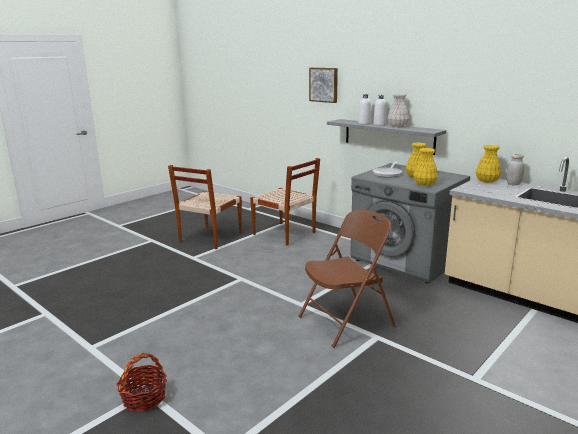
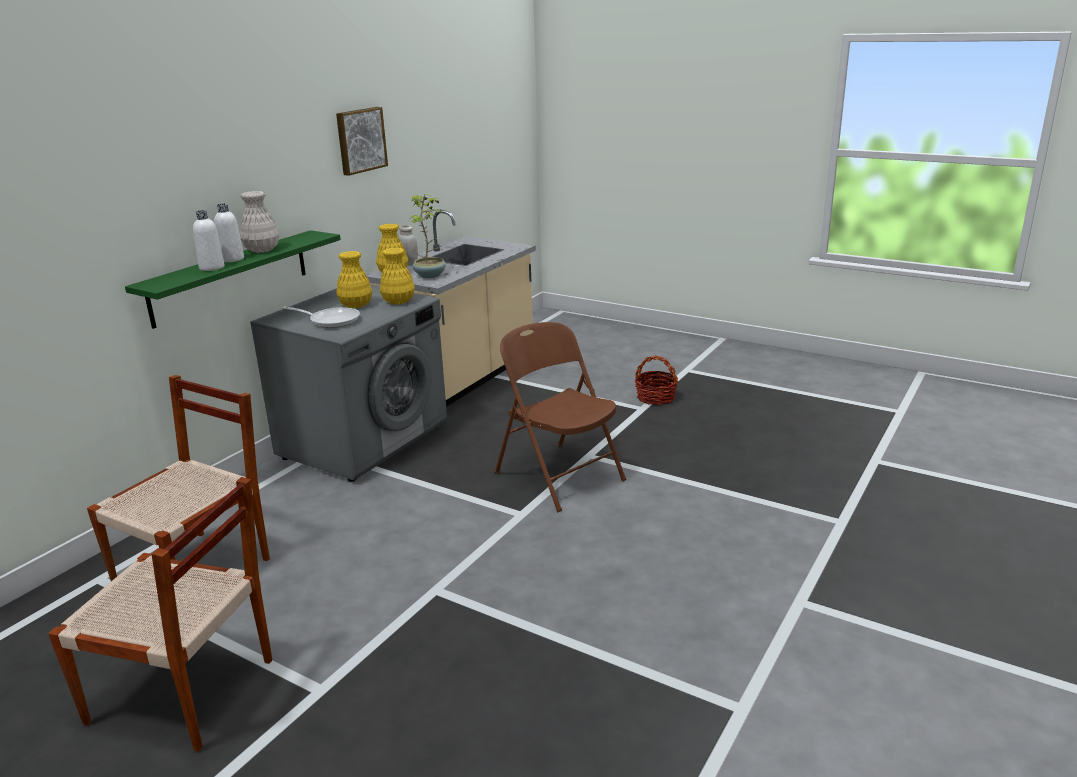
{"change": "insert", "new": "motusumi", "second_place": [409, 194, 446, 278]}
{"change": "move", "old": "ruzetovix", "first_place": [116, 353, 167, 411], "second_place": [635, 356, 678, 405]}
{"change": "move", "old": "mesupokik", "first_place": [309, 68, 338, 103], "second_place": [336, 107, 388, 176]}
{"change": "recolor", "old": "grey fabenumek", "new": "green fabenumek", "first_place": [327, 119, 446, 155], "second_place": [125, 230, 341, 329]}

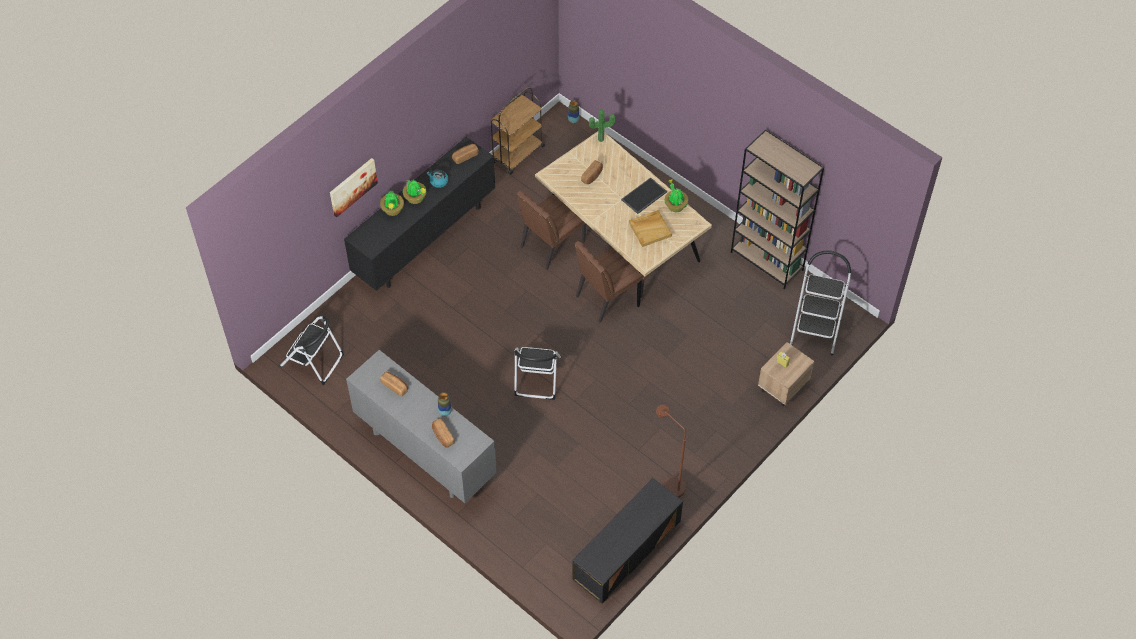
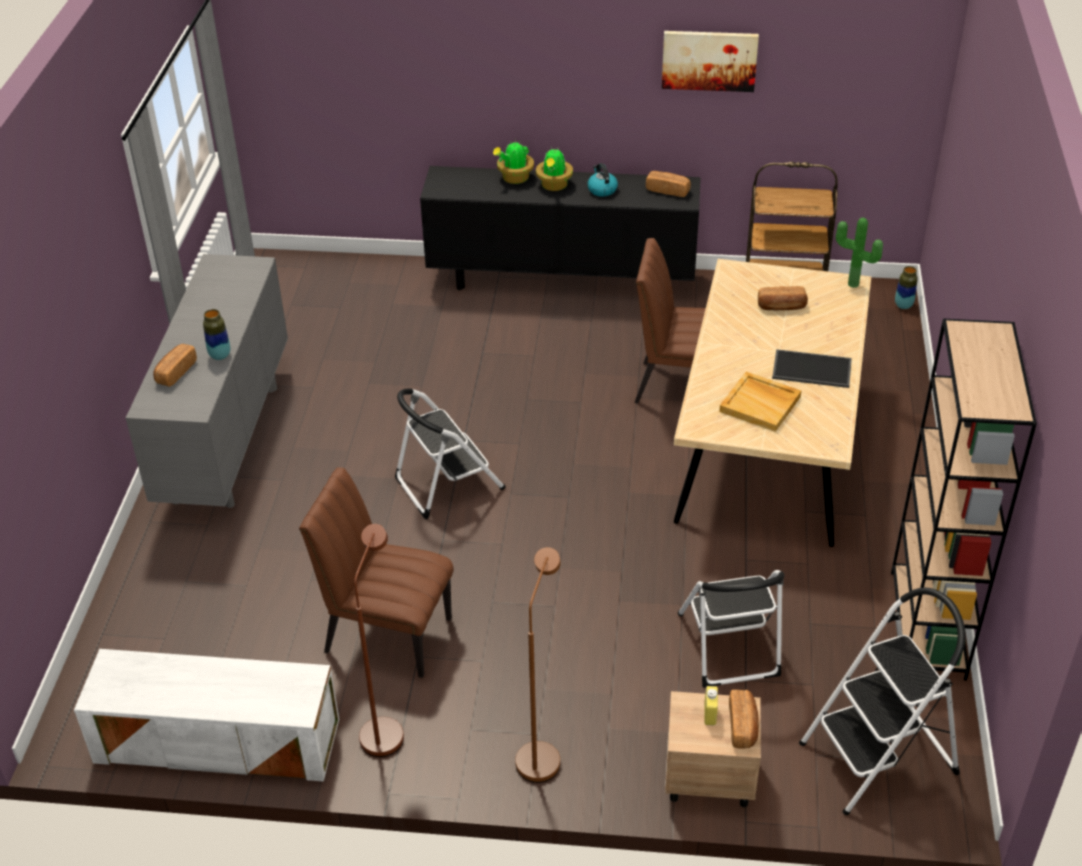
{"change": "delete", "old": "motusumi", "first_place": [665, 179, 688, 212]}
{"change": "insert", "new": "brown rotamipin", "second_place": [515, 547, 561, 783]}
{"change": "move", "old": "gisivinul", "first_place": [280, 316, 344, 385], "second_place": [678, 570, 785, 688]}
{"change": "move", "old": "mesupokik", "first_place": [330, 158, 378, 217], "second_place": [662, 31, 759, 92]}
{"change": "move", "old": "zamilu", "first_place": [380, 372, 408, 396], "second_place": [729, 690, 759, 749]}
{"change": "move", "old": "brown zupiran", "first_place": [574, 241, 646, 323], "second_place": [299, 467, 454, 678]}
{"change": "recolor", "old": "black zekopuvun", "new": "white zekopuvun", "first_place": [572, 478, 683, 604], "second_place": [74, 649, 339, 782]}

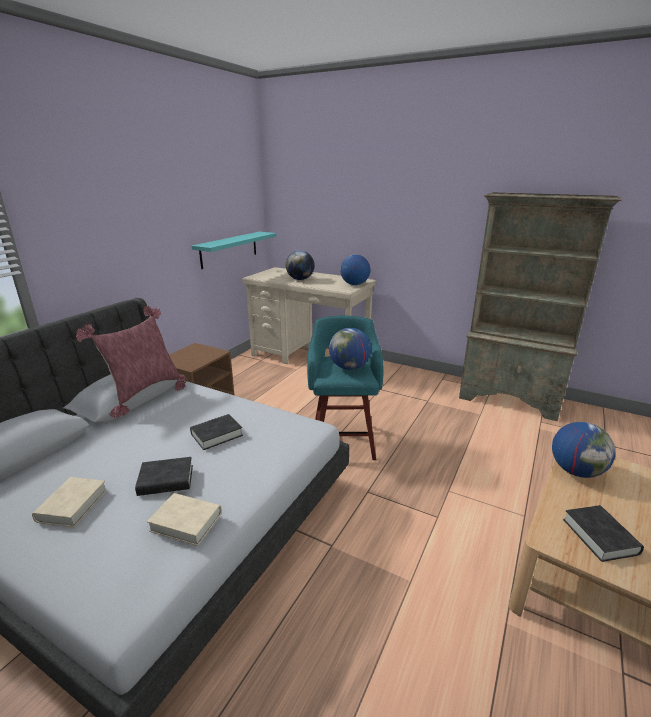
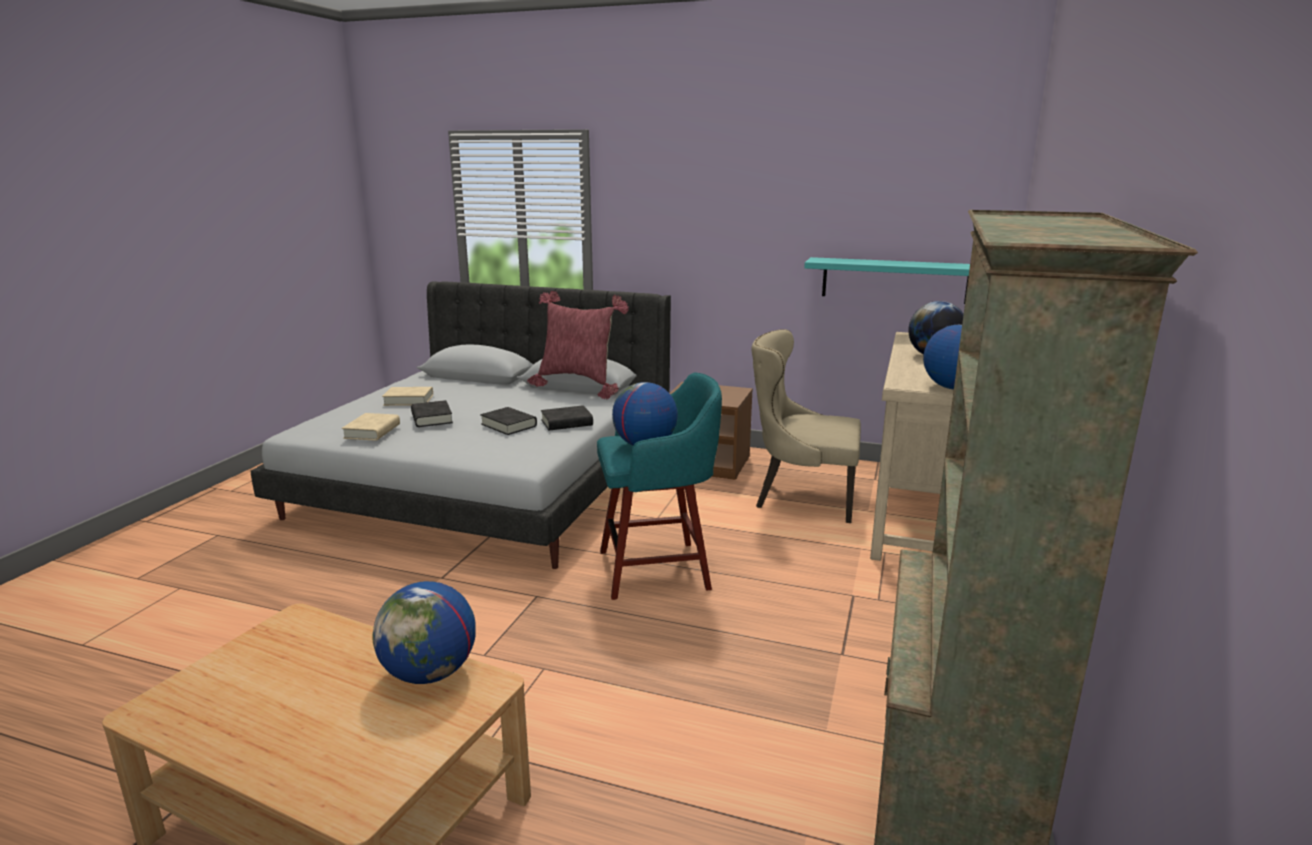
{"change": "insert", "new": "beige zupiran", "second_place": [752, 329, 861, 523]}
{"change": "move", "old": "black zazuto", "first_place": [563, 505, 644, 562], "second_place": [541, 405, 593, 431]}

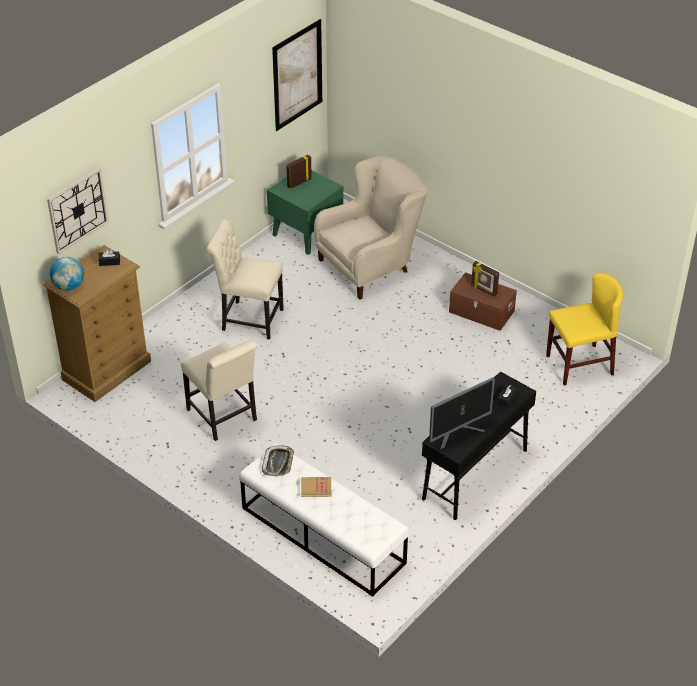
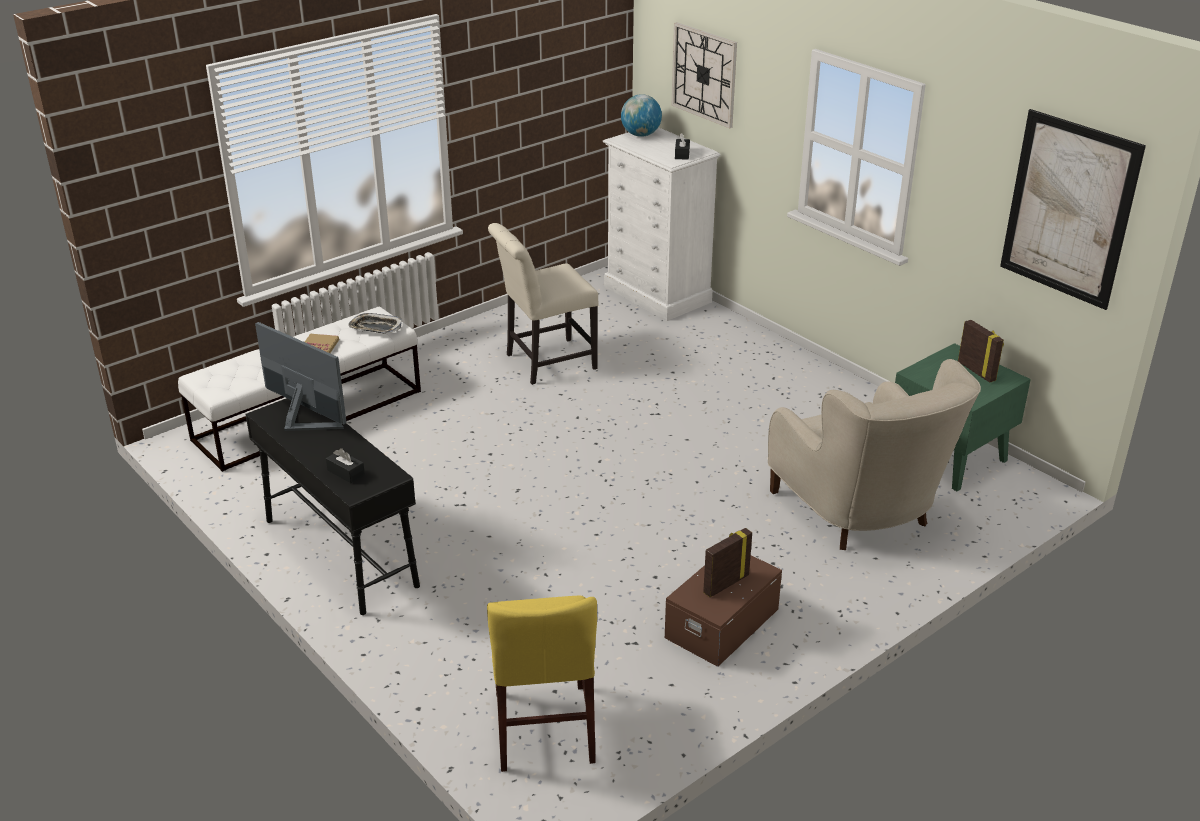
{"change": "delete", "old": "beige zupiran", "first_place": [207, 220, 284, 340]}
{"change": "recolor", "old": "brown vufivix", "new": "white vufivix", "first_place": [43, 245, 151, 402], "second_place": [603, 127, 720, 321]}
{"change": "rotate", "old": "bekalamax", "first_place": [429, 377, 495, 449], "second_place": [255, 322, 347, 431], "degrees": 150}

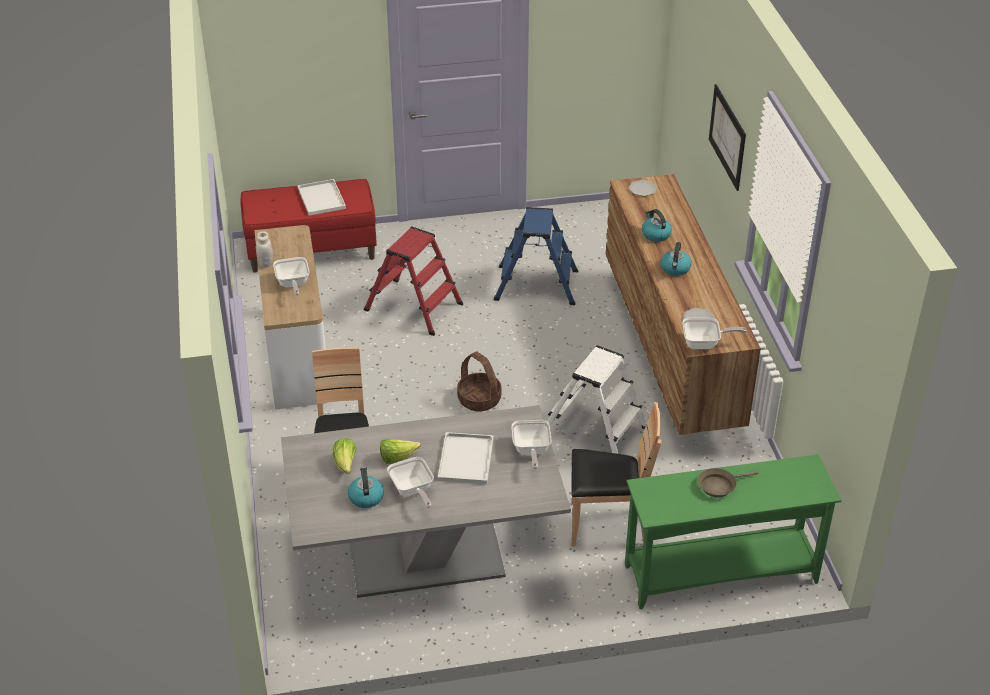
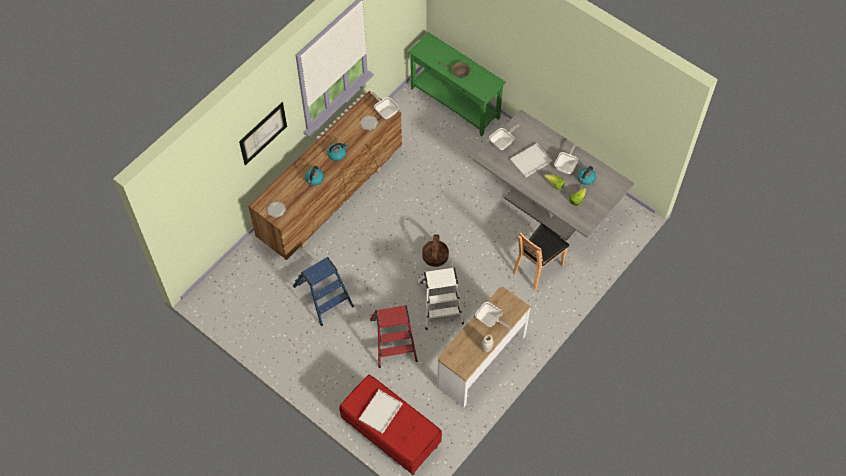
{"change": "delete", "old": "brown zupiran", "first_place": [571, 402, 662, 546]}
{"change": "move", "old": "white gisivinul", "first_place": [547, 345, 647, 454], "second_place": [417, 267, 464, 330]}
{"change": "rotate", "old": "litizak", "first_place": [273, 257, 309, 295], "second_place": [475, 302, 512, 330], "degrees": 90}

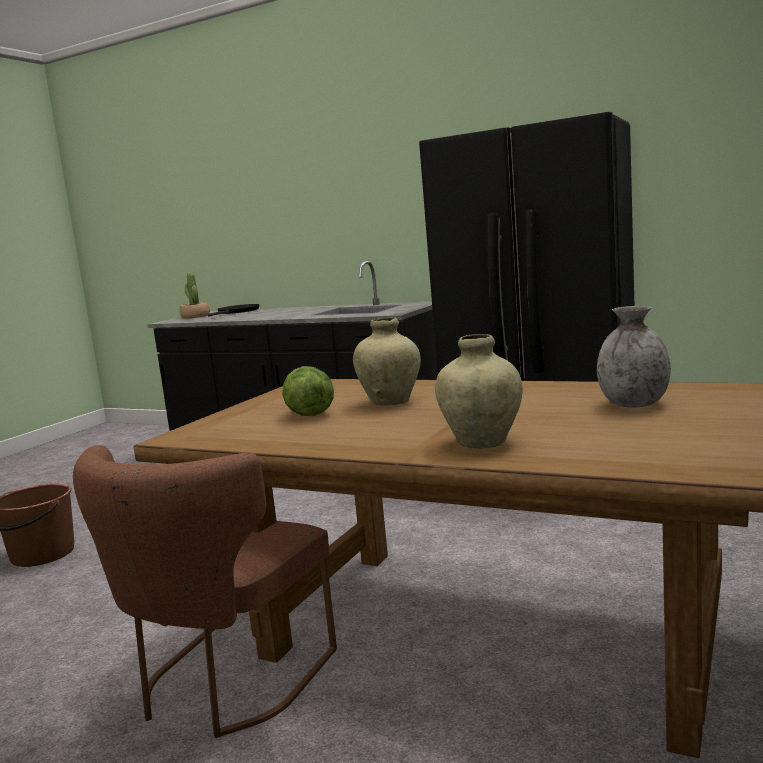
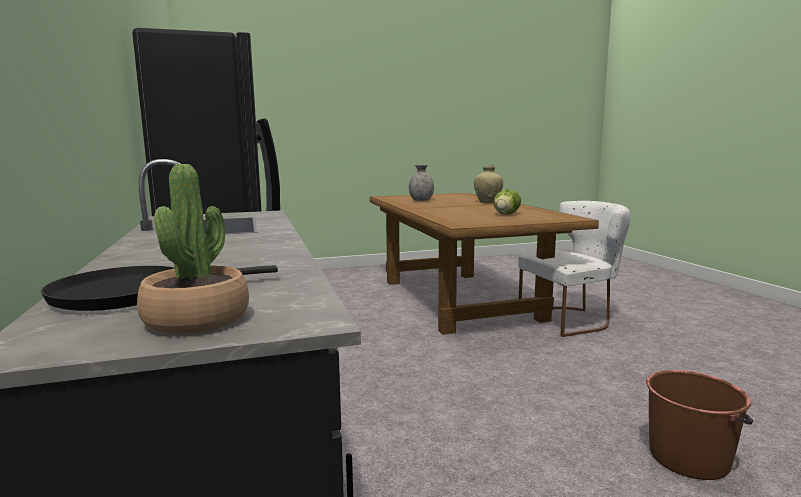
{"change": "delete", "old": "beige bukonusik", "first_place": [353, 317, 421, 406]}
{"change": "recolor", "old": "brown zupiran", "new": "white zupiran", "first_place": [73, 445, 337, 738], "second_place": [518, 201, 630, 337]}

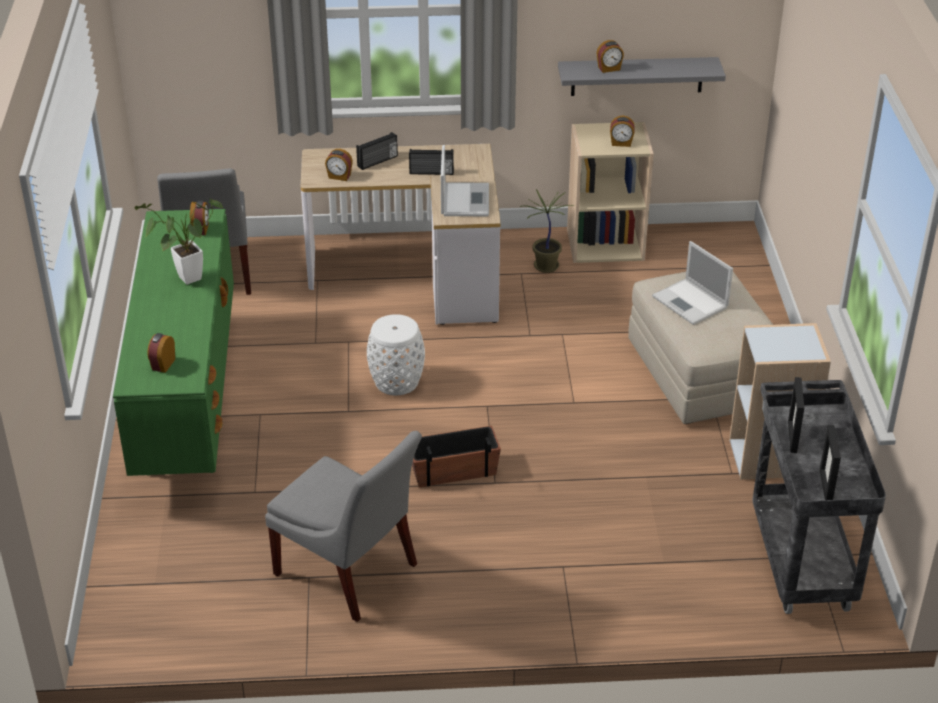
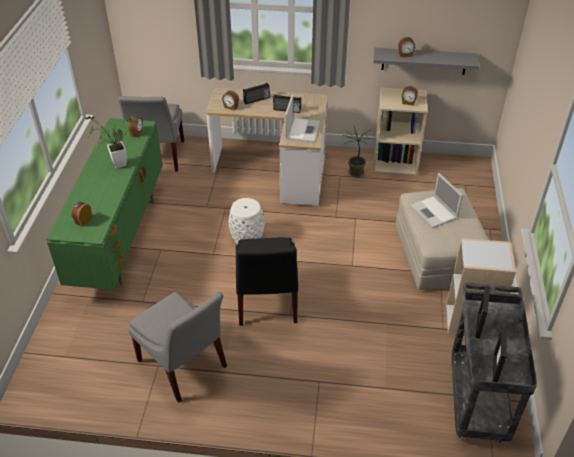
{"change": "replace", "old": "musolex", "new": "black zupiran", "first_place": [412, 426, 501, 487], "second_place": [236, 238, 298, 326]}

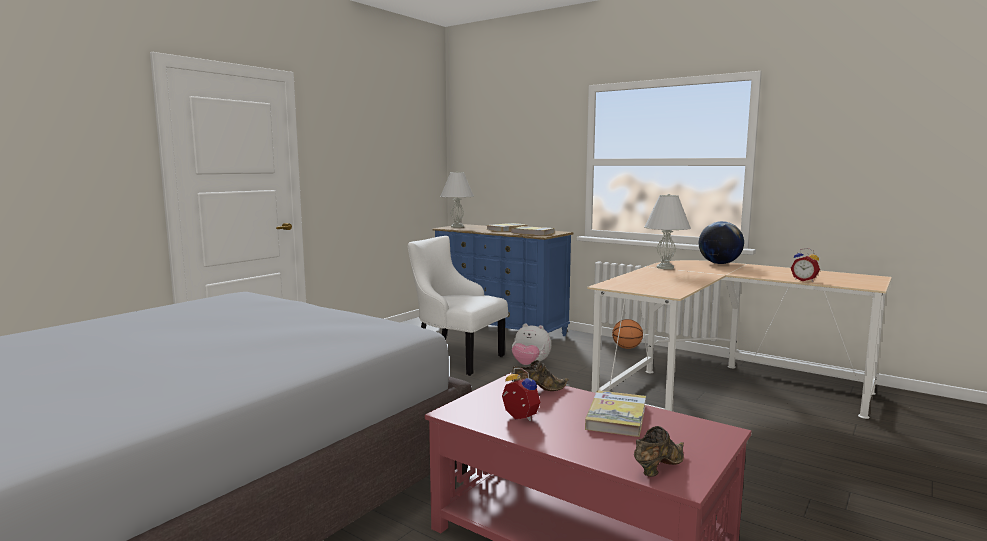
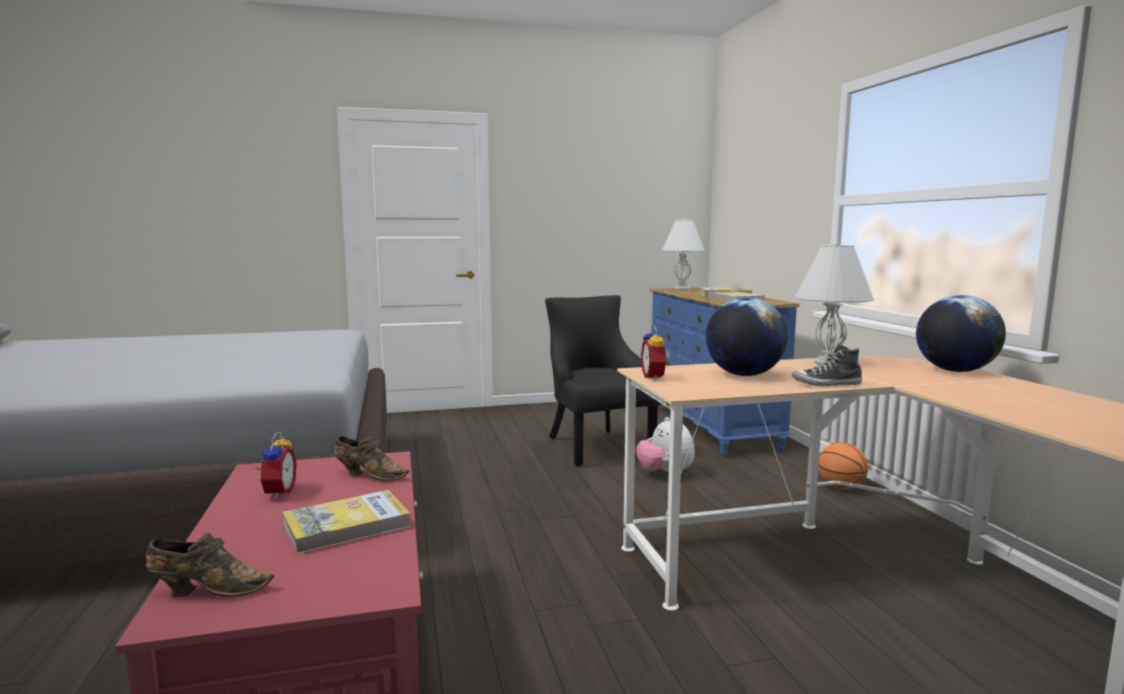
{"change": "insert", "new": "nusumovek", "second_place": [706, 297, 788, 376]}
{"change": "insert", "new": "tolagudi", "second_place": [792, 343, 862, 386]}
{"change": "move", "old": "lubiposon", "first_place": [791, 248, 820, 282], "second_place": [641, 325, 670, 381]}
{"change": "recolor", "old": "white zupiran", "new": "black zupiran", "first_place": [408, 236, 508, 376], "second_place": [545, 295, 661, 467]}

